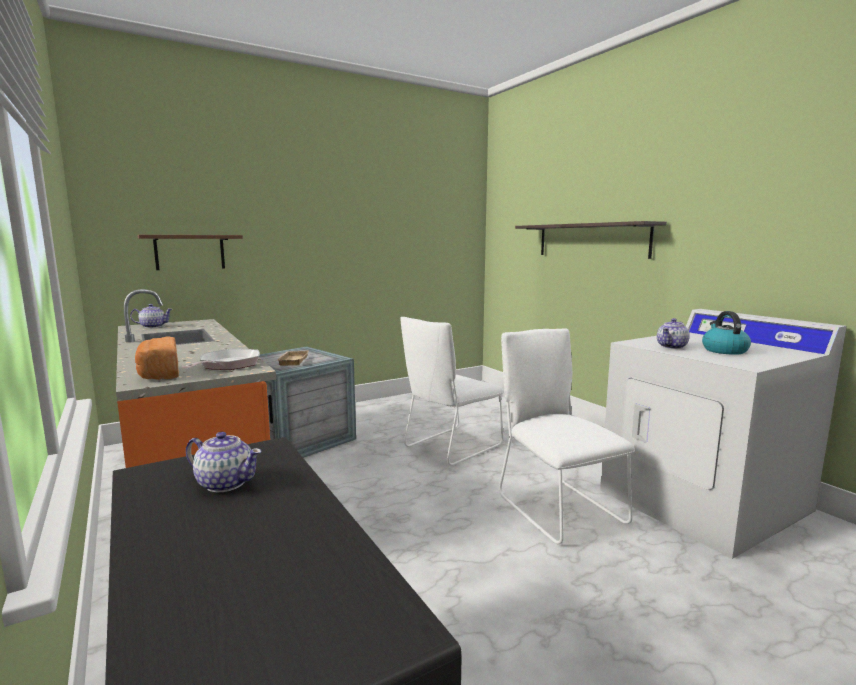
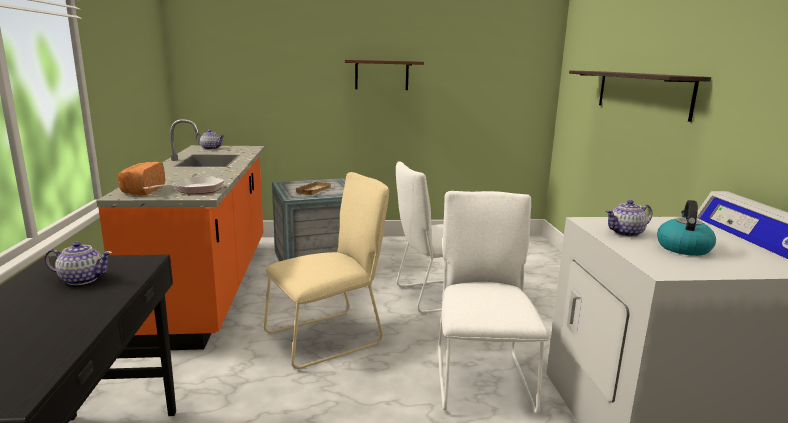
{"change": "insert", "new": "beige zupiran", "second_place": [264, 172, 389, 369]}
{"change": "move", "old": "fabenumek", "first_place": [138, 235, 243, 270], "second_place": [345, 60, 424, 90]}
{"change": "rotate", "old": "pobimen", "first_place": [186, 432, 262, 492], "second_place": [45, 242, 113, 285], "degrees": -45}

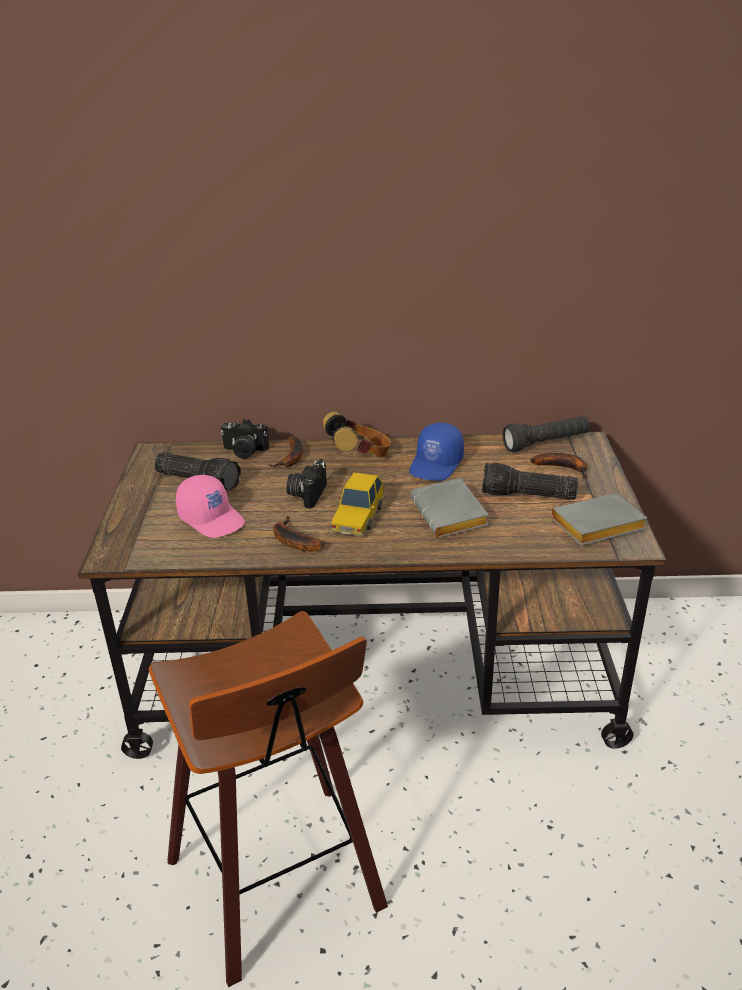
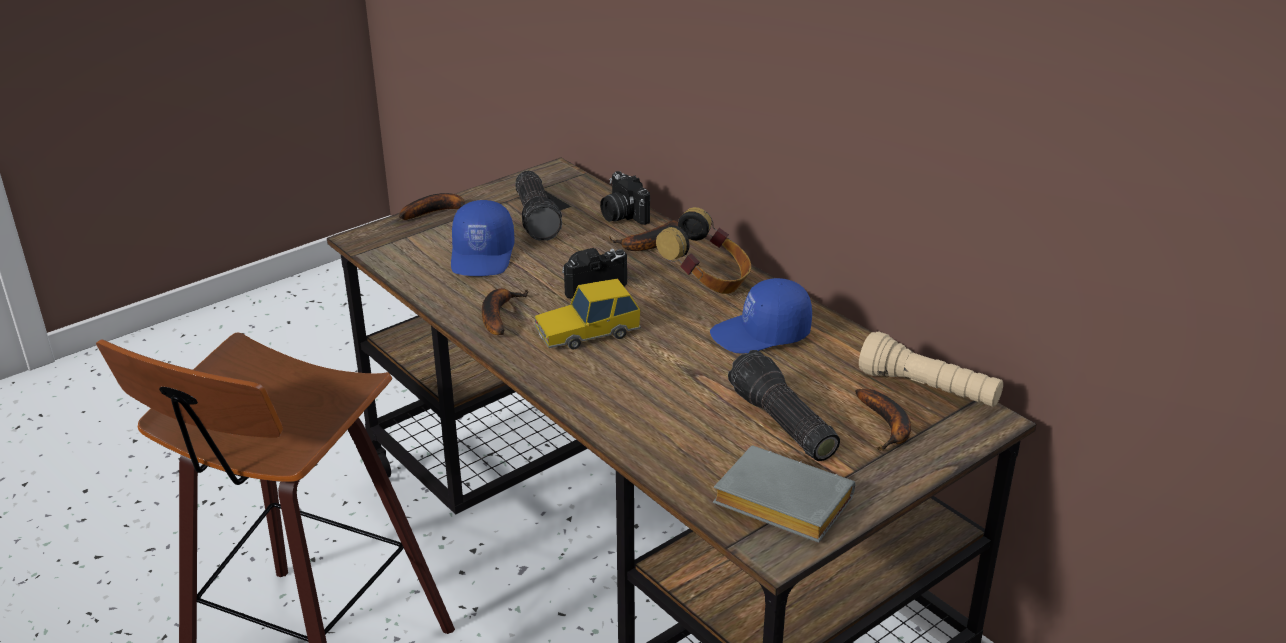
{"change": "delete", "old": "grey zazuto", "first_place": [410, 478, 489, 538]}
{"change": "insert", "new": "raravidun", "second_place": [399, 193, 465, 220]}
{"change": "recolor", "old": "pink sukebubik", "new": "blue sukebubik", "first_place": [176, 475, 245, 538], "second_place": [451, 200, 514, 276]}
{"change": "recolor", "old": "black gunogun", "new": "beige gunogun", "first_place": [502, 416, 590, 452], "second_place": [859, 332, 1003, 407]}

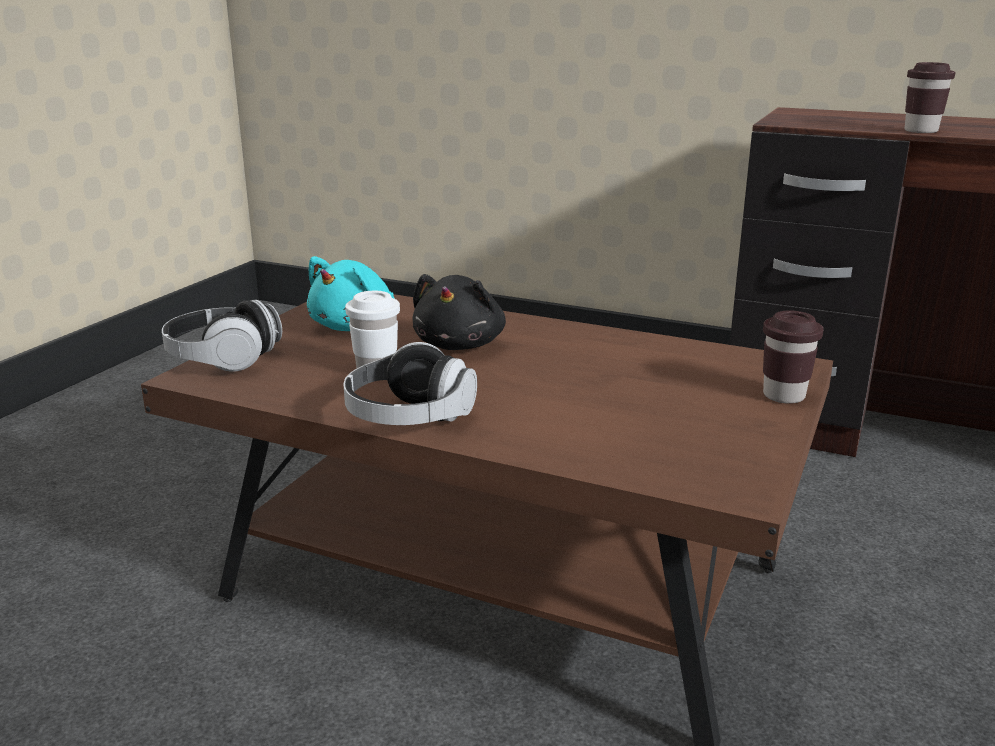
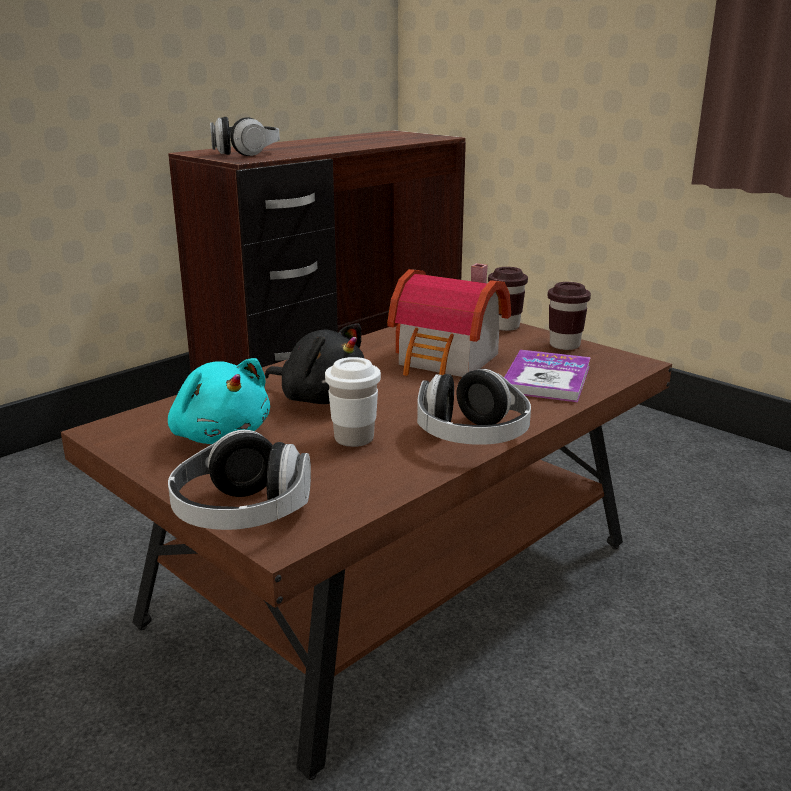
{"change": "insert", "new": "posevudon", "second_place": [210, 117, 280, 156]}
{"change": "insert", "new": "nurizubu", "second_place": [387, 263, 511, 377]}
{"change": "insert", "new": "zazuto", "second_place": [504, 350, 591, 402]}
{"change": "move", "old": "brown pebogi", "first_place": [905, 62, 956, 133], "second_place": [548, 282, 591, 350]}

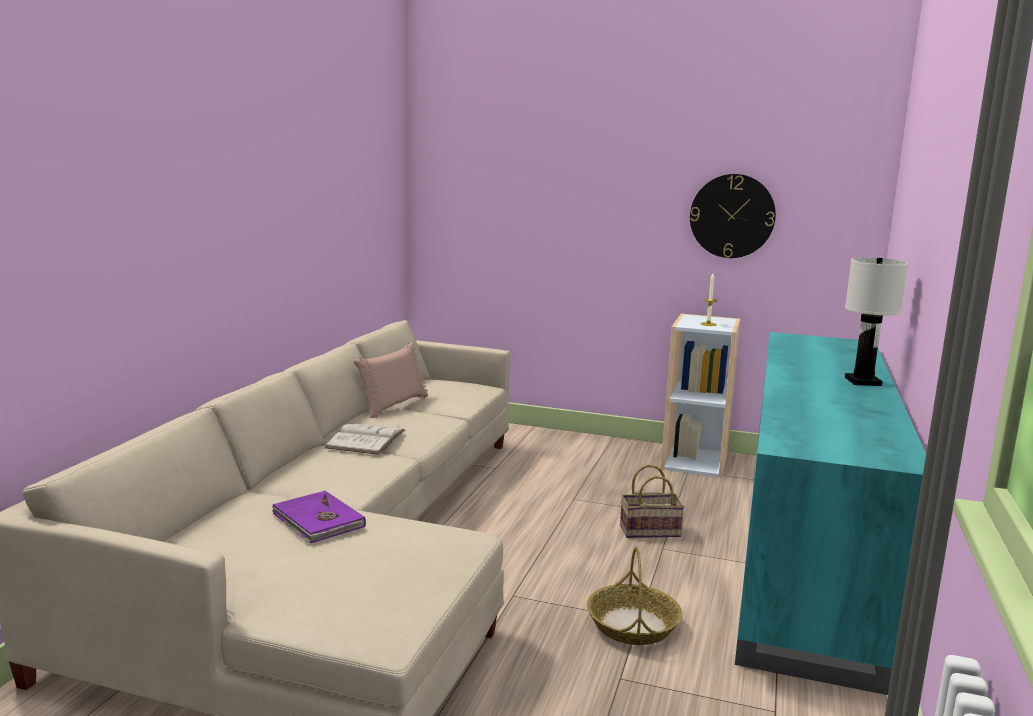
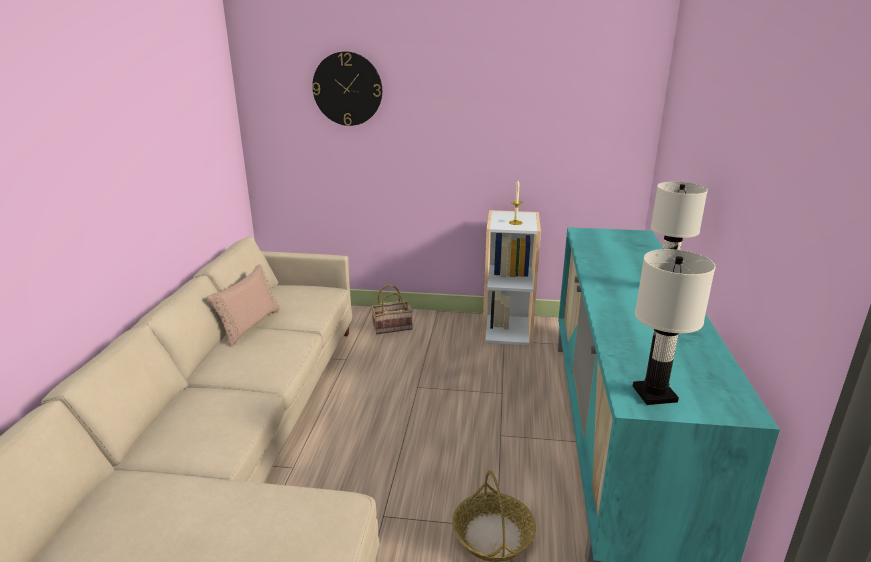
{"change": "delete", "old": "purple zazuto", "first_place": [272, 491, 366, 543]}
{"change": "delete", "old": "white zazuto", "first_place": [324, 423, 405, 455]}
{"change": "insert", "new": "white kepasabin", "second_place": [633, 249, 716, 405]}
{"change": "move", "old": "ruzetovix", "first_place": [620, 464, 685, 538], "second_place": [371, 285, 413, 334]}
{"change": "move", "old": "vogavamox", "first_place": [690, 174, 776, 258], "second_place": [312, 51, 382, 126]}

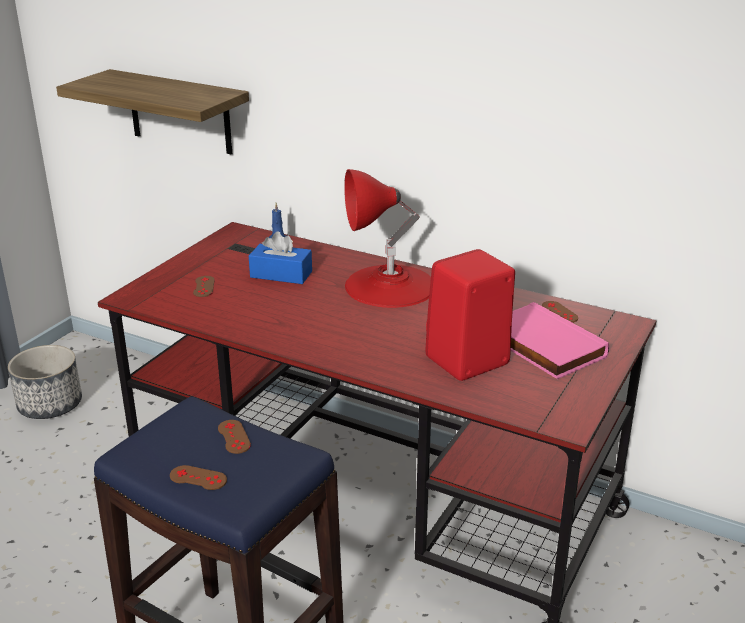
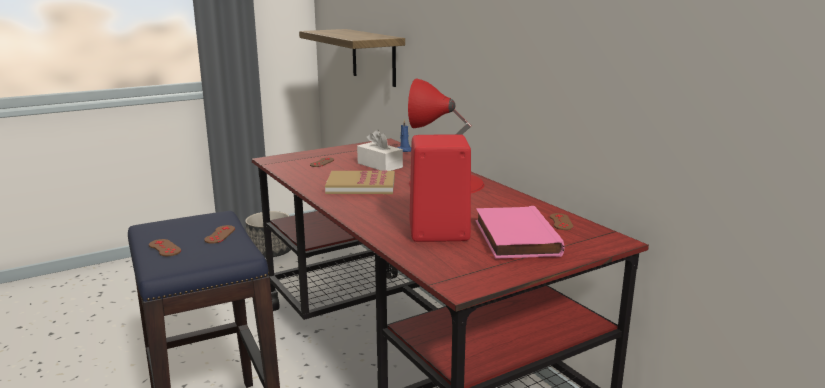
{"change": "insert", "new": "zazuto", "second_place": [325, 170, 395, 194]}
{"change": "recolor", "old": "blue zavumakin", "new": "white zavumakin", "first_place": [249, 231, 312, 284], "second_place": [357, 130, 403, 171]}

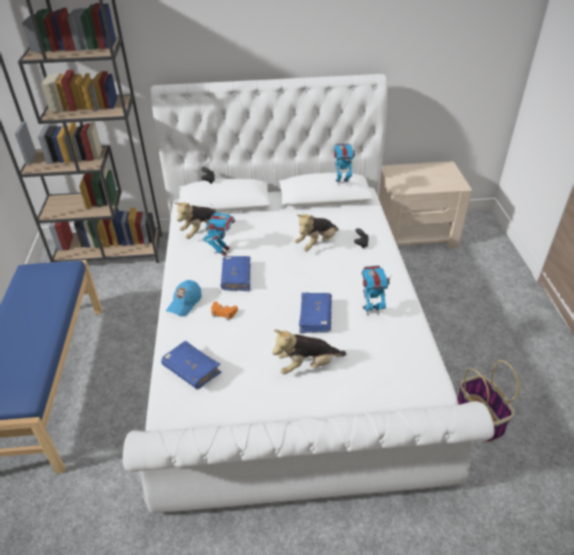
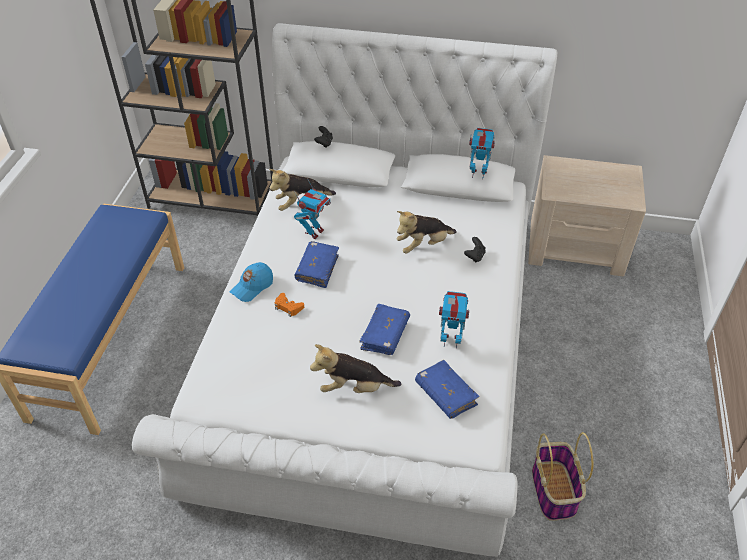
{"change": "move", "old": "blue zazuto", "first_place": [161, 341, 221, 389], "second_place": [415, 360, 480, 419]}

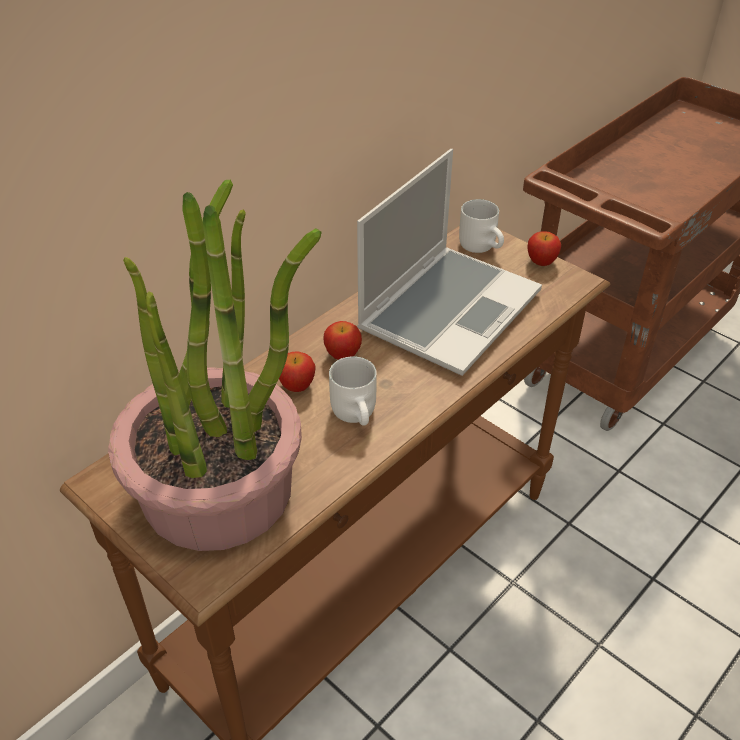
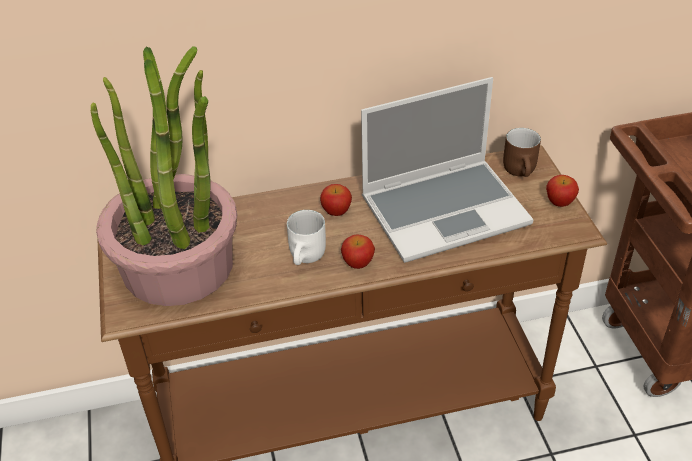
{"change": "move", "old": "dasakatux", "first_place": [279, 352, 315, 392], "second_place": [341, 234, 375, 269]}
{"change": "recolor", "old": "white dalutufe", "new": "brown dalutufe", "first_place": [459, 199, 504, 253], "second_place": [503, 128, 541, 177]}

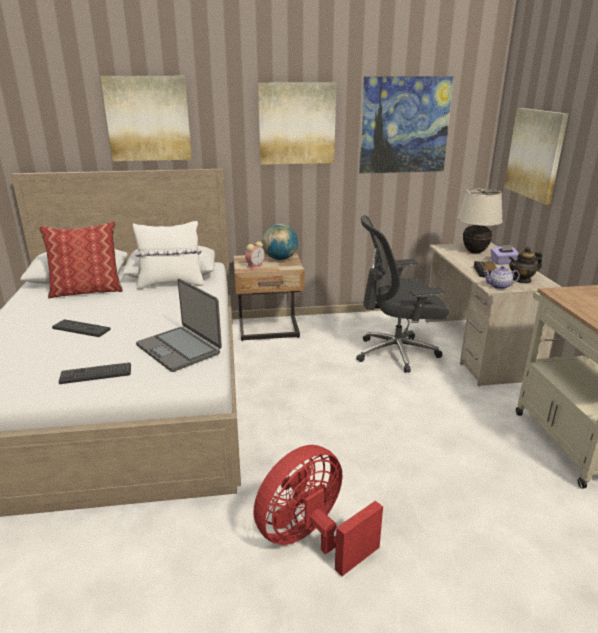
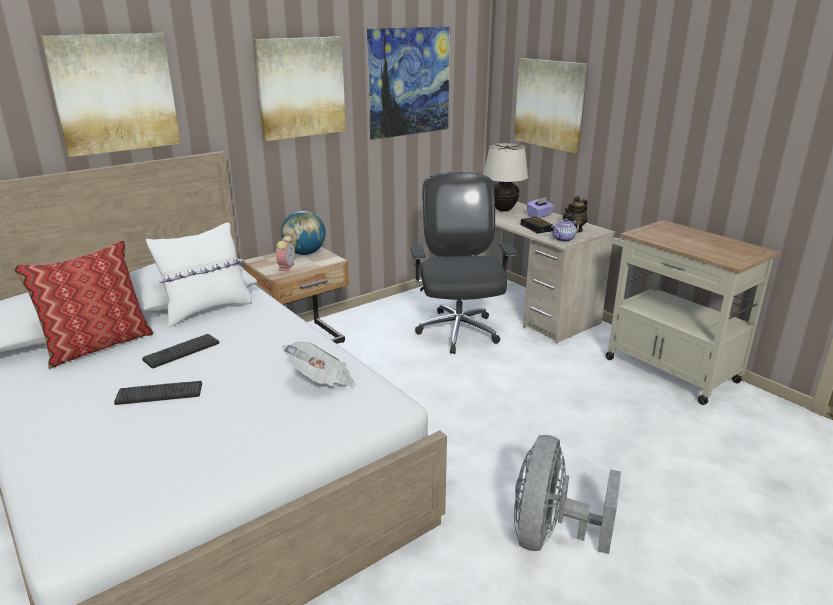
{"change": "move", "old": "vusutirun", "first_place": [59, 362, 131, 384], "second_place": [142, 334, 219, 368]}
{"change": "replace", "old": "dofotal", "new": "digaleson", "first_place": [136, 279, 222, 372], "second_place": [282, 342, 356, 386]}
{"change": "recolor", "old": "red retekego", "new": "grey retekego", "first_place": [253, 445, 383, 576], "second_place": [514, 435, 621, 554]}
{"change": "rotate", "old": "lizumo", "first_place": [356, 215, 449, 373], "second_place": [410, 172, 518, 354], "degrees": 120}

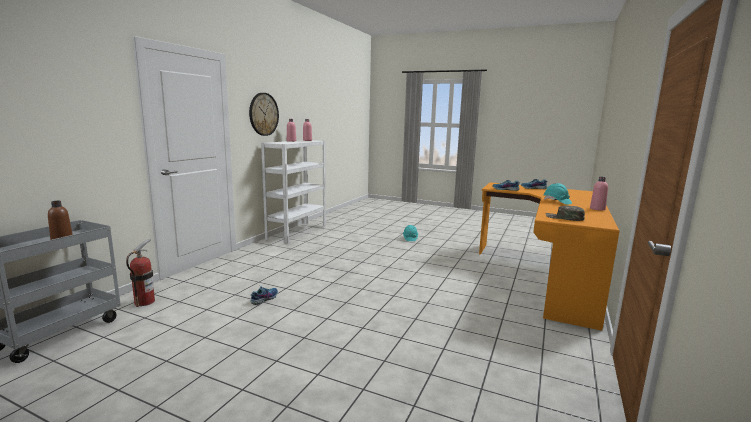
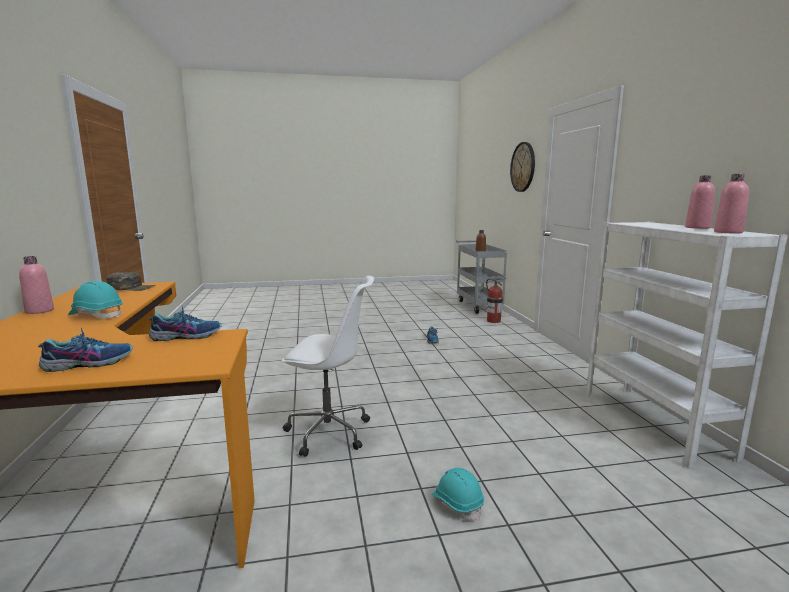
{"change": "insert", "new": "white lizumo", "second_place": [281, 276, 374, 457]}
{"change": "move", "old": "vogavamox", "first_place": [249, 93, 279, 136], "second_place": [510, 142, 535, 192]}

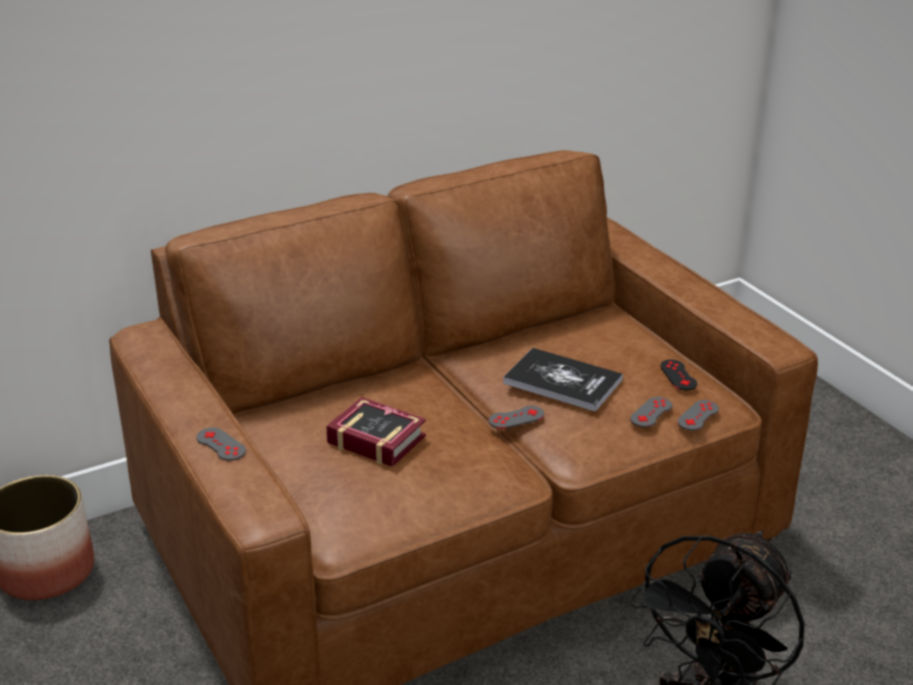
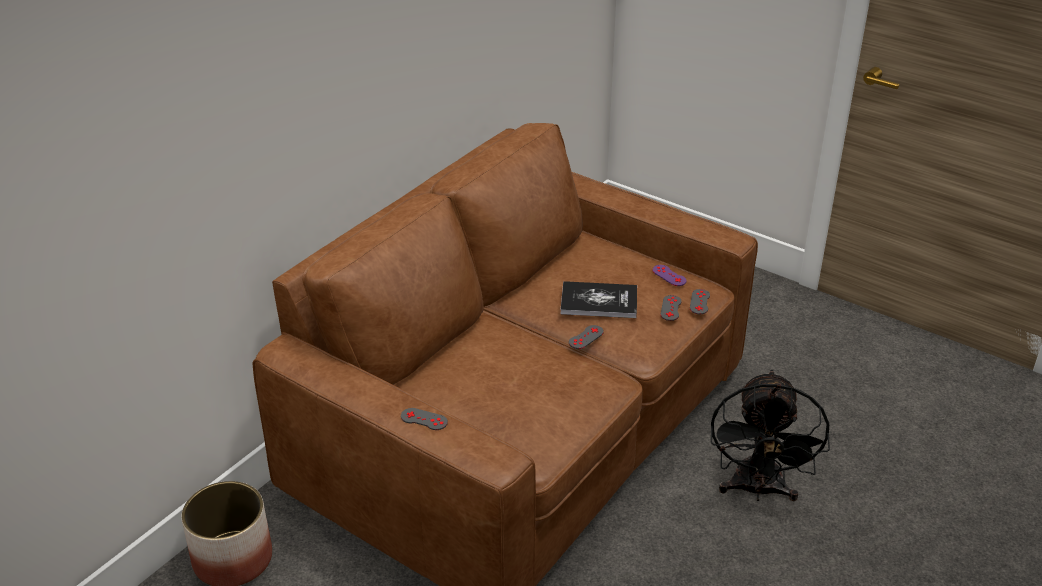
{"change": "delete", "old": "zazuto", "first_place": [326, 397, 426, 467]}
{"change": "recolor", "old": "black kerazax", "new": "purple kerazax", "first_place": [660, 360, 697, 391], "second_place": [652, 265, 687, 286]}

